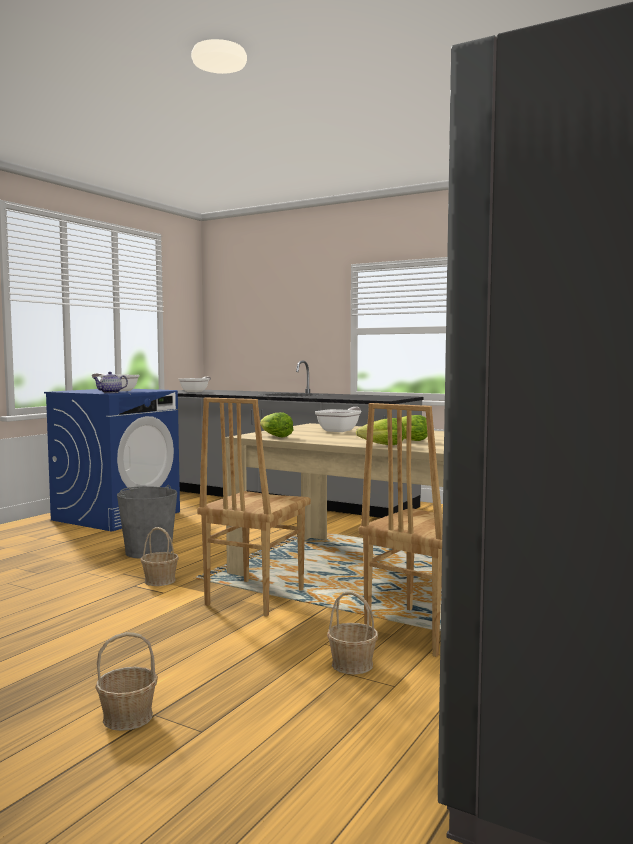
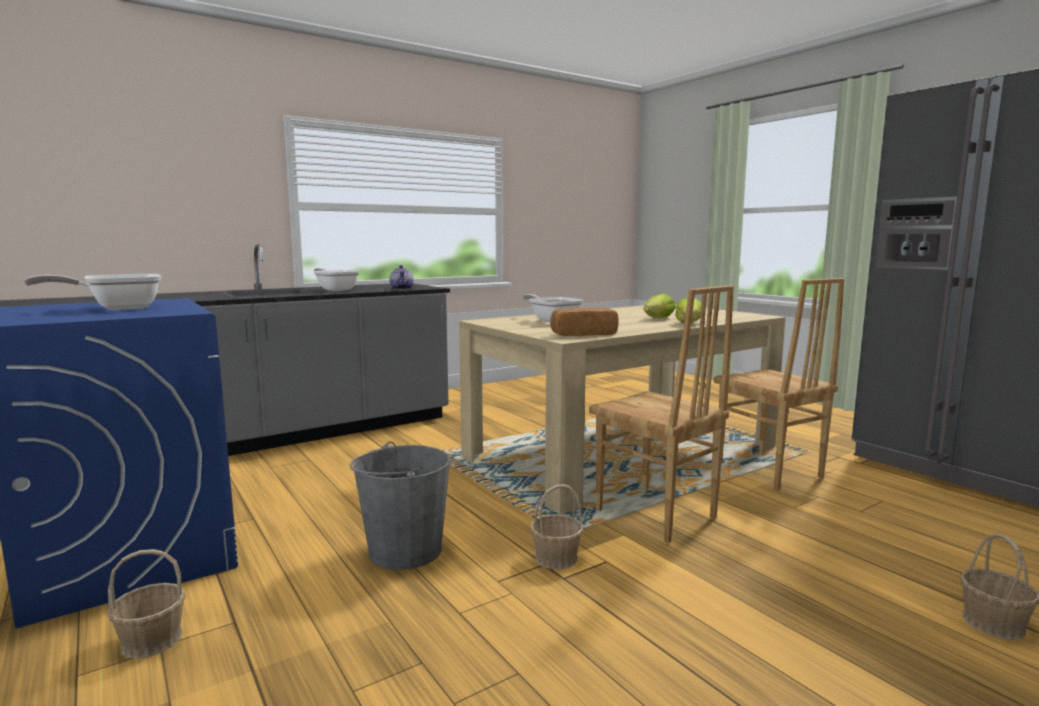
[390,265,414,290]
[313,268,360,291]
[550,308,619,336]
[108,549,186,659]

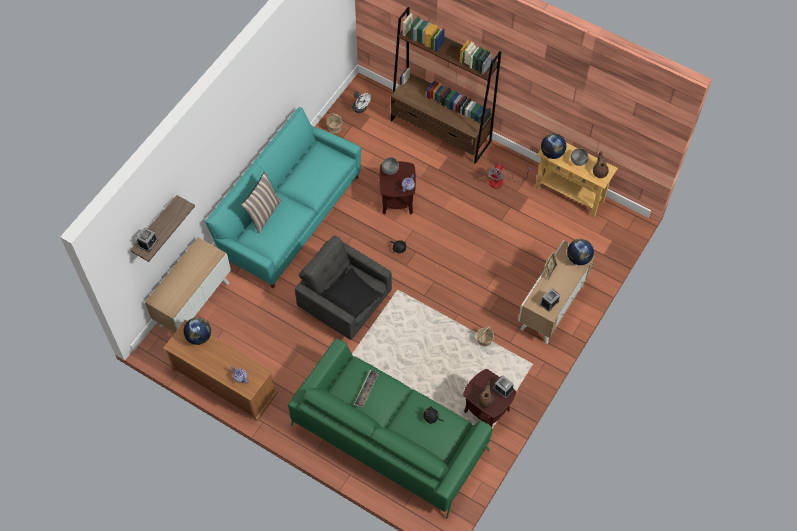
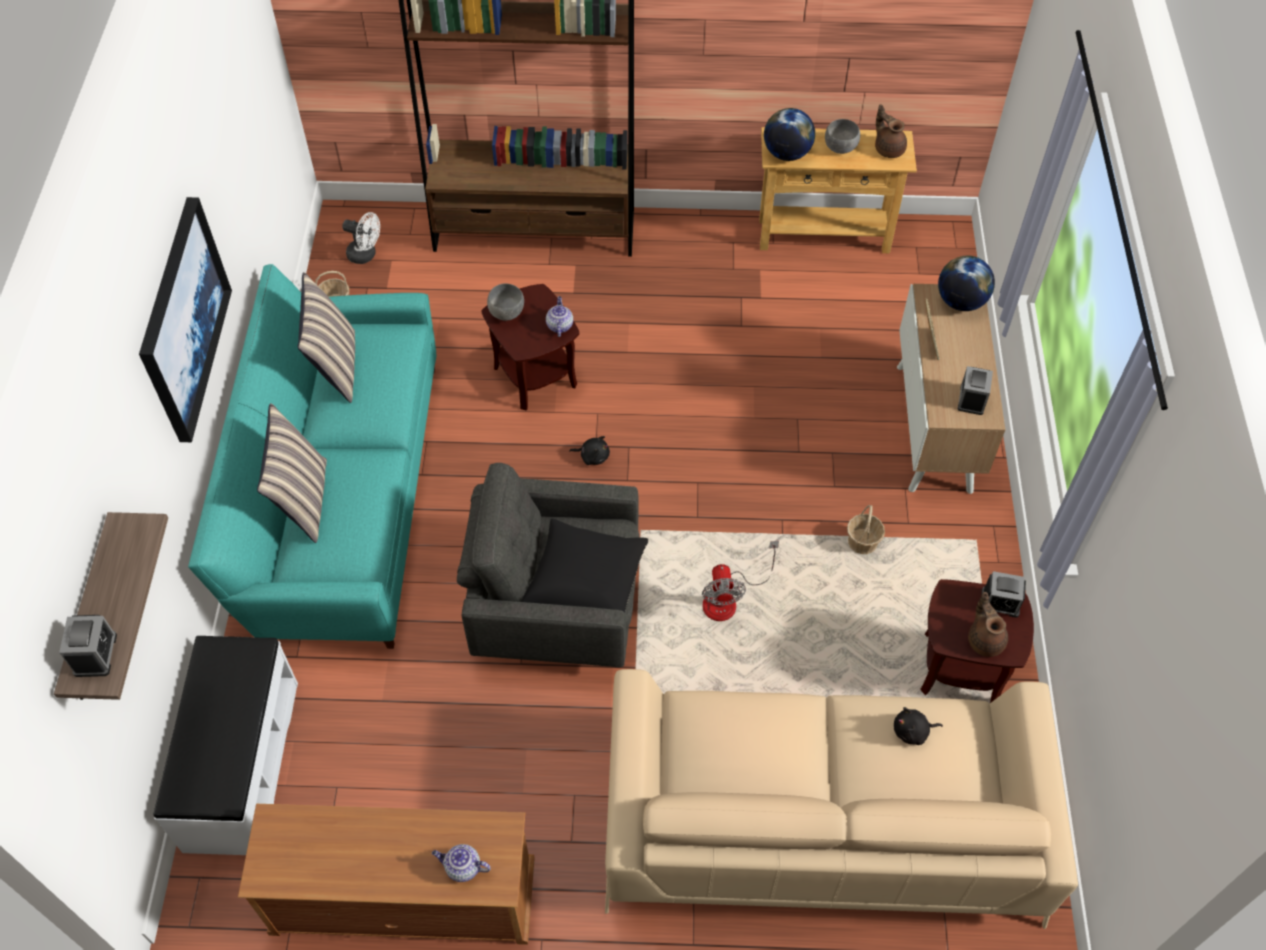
[154,636,298,855]
[184,317,211,345] (first image)
[605,669,1078,929]
[354,370,379,408] (first image)
[702,541,779,621]
[139,197,232,442]
[298,272,355,403]

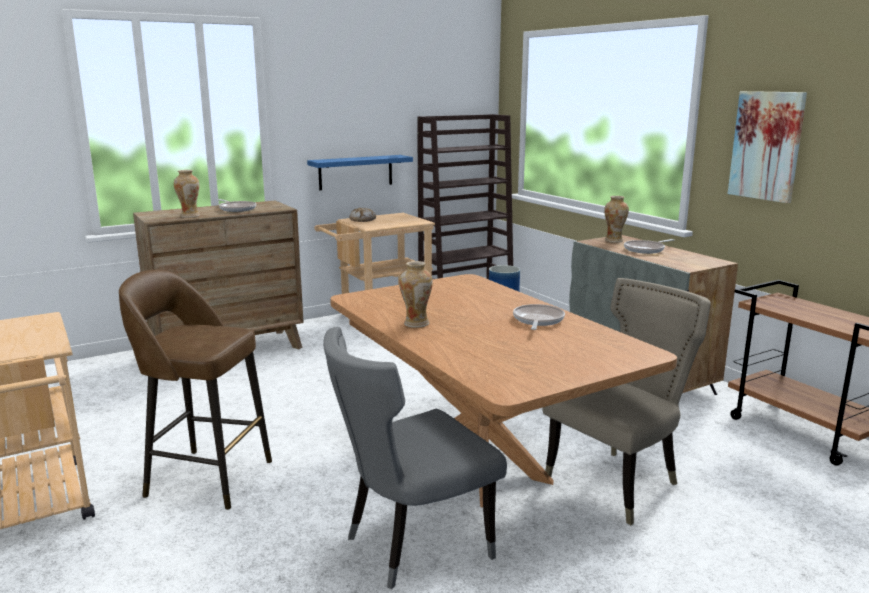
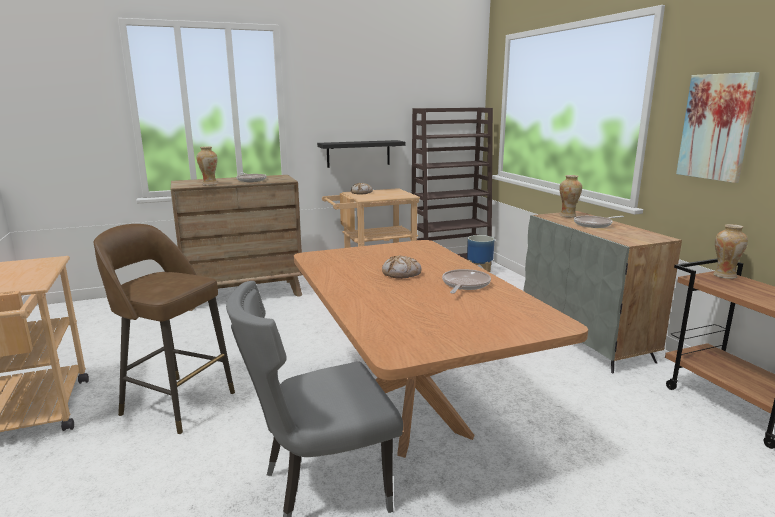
[317,140,406,168]
[713,224,748,279]
[542,278,711,525] (first image)
[382,255,421,279]

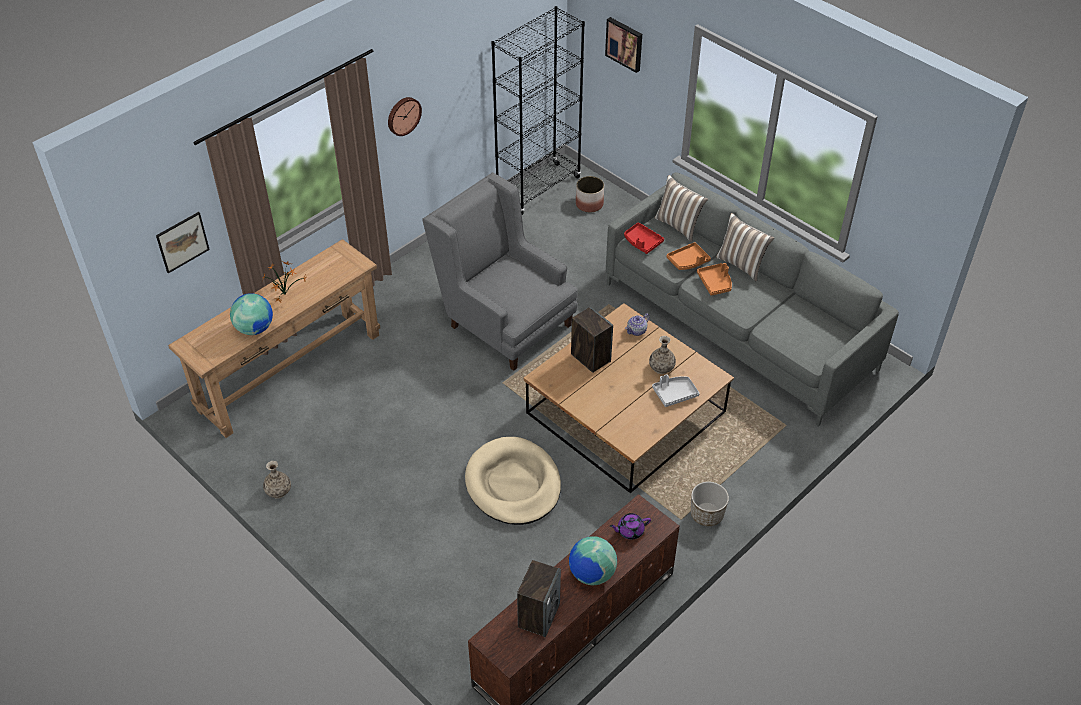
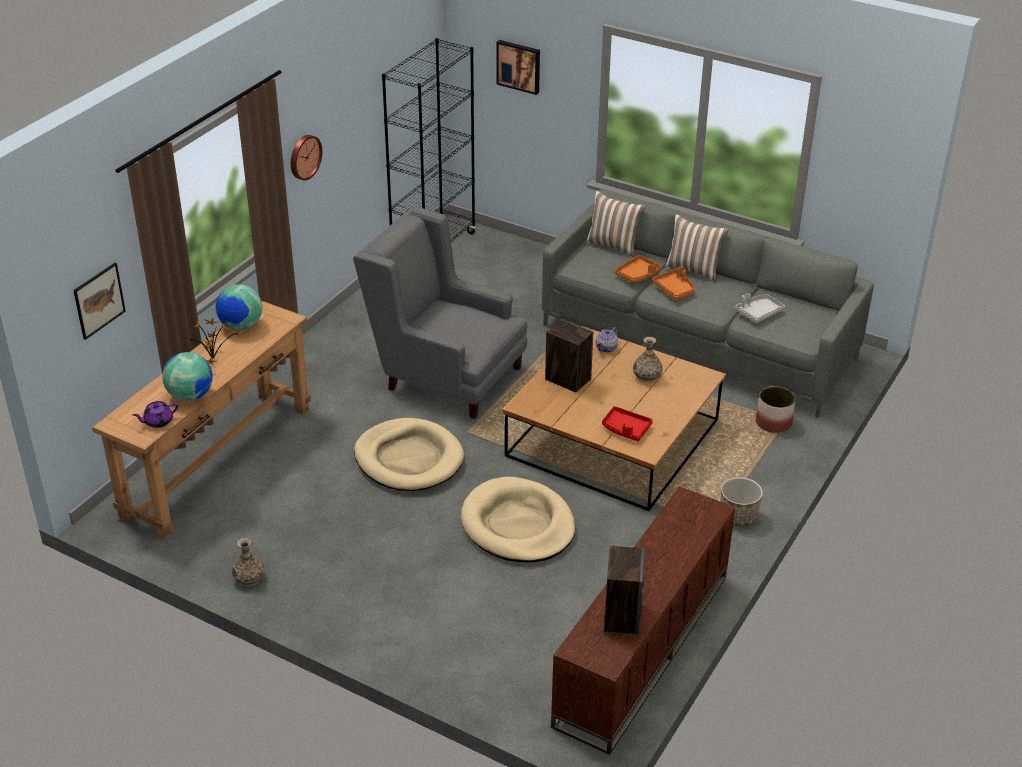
[216,284,262,330]
[756,386,796,433]
[132,401,178,428]
[602,406,653,441]
[735,293,785,323]
[354,418,464,491]

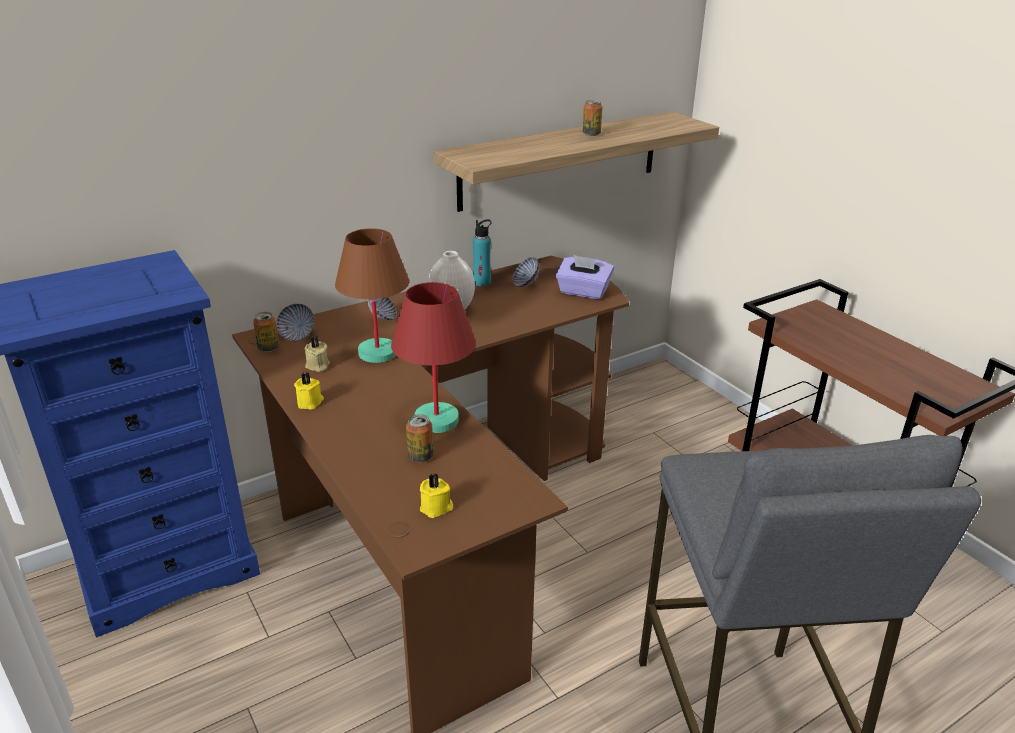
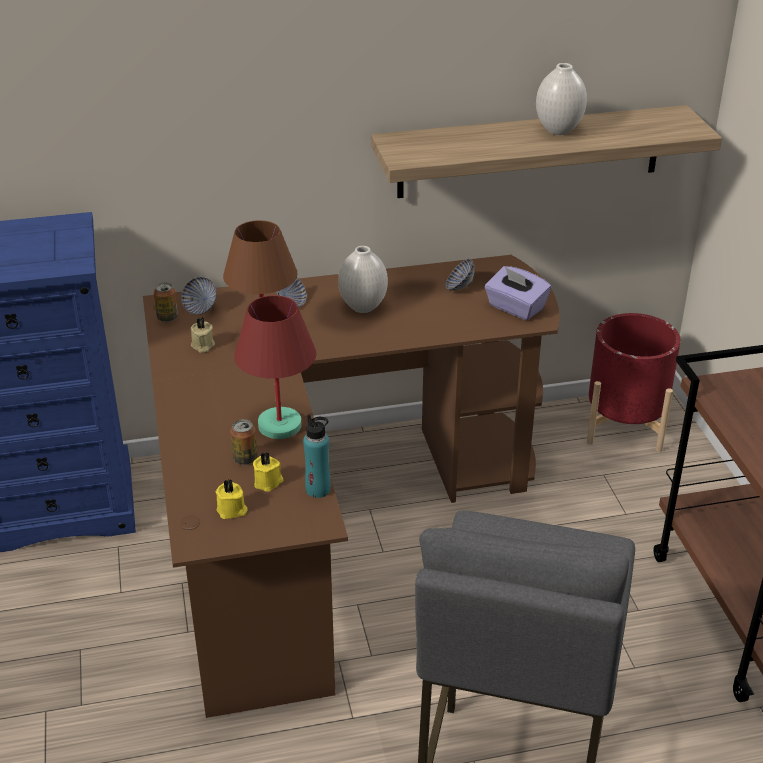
[253,452,283,492]
[303,414,331,498]
[536,63,587,135]
[587,313,681,452]

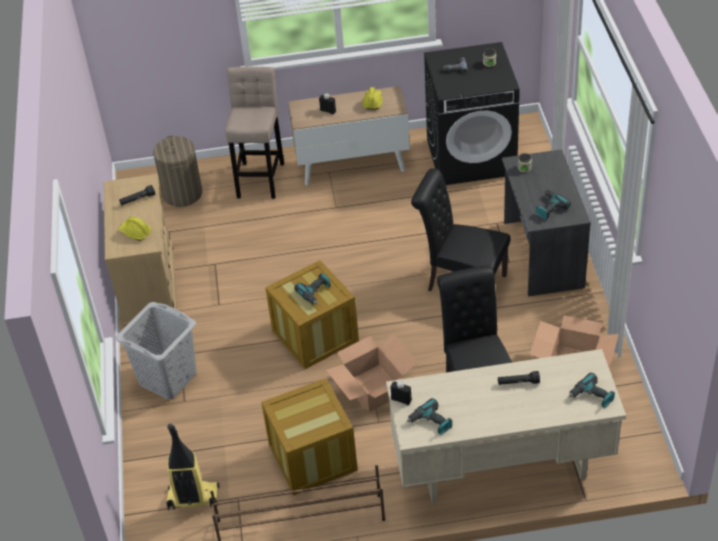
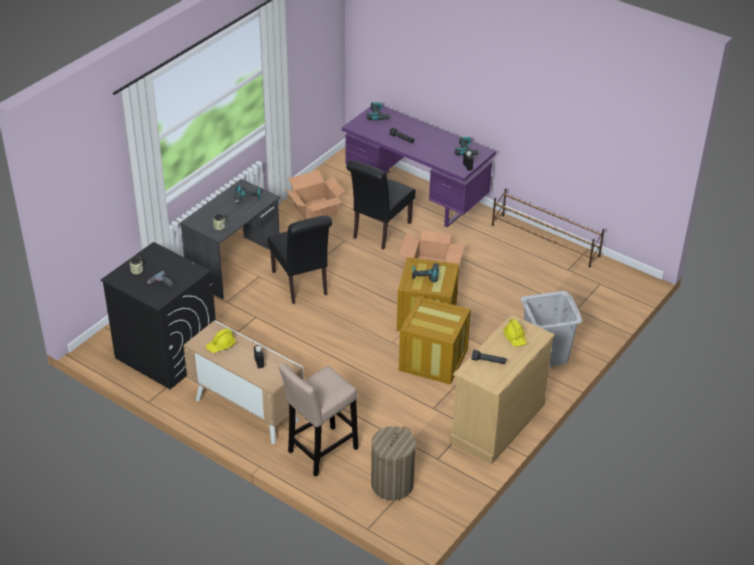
[166,424,219,510] (first image)
[399,296,471,385]
[342,105,496,228]

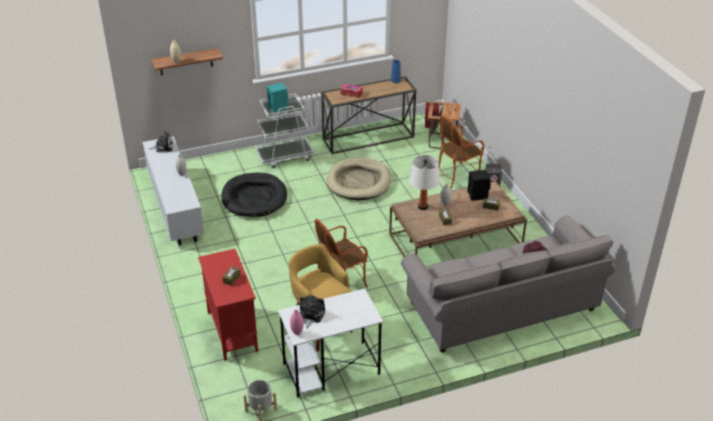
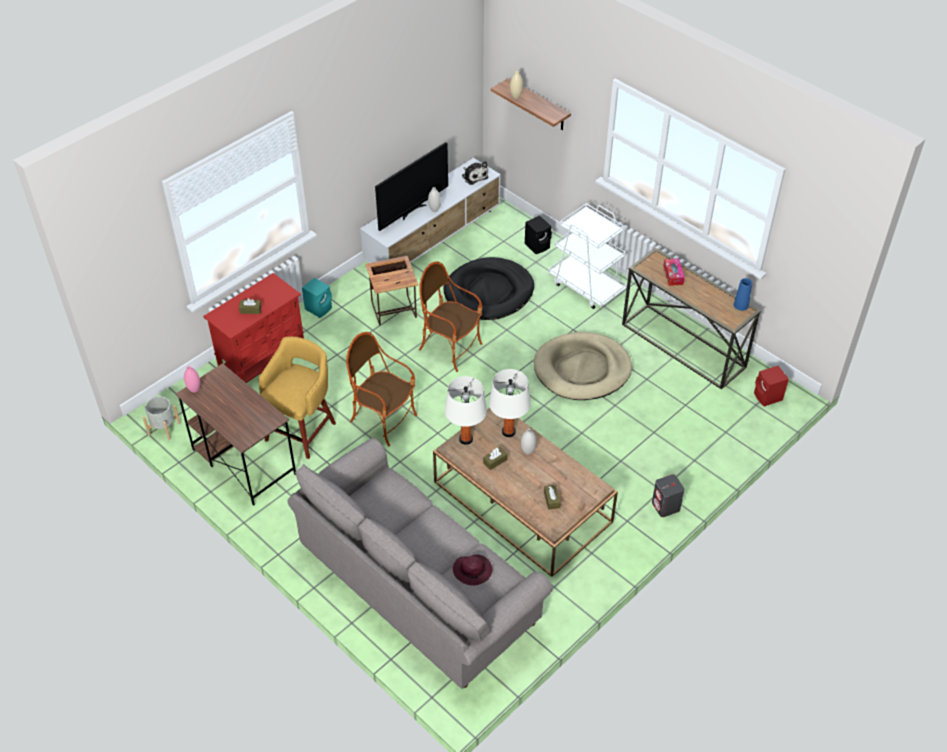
[302,278,332,318]
[176,363,296,505]
[300,295,325,329] (first image)
[365,256,418,325]
[419,261,482,372]
[525,216,552,254]
[375,142,448,231]
[445,376,487,445]

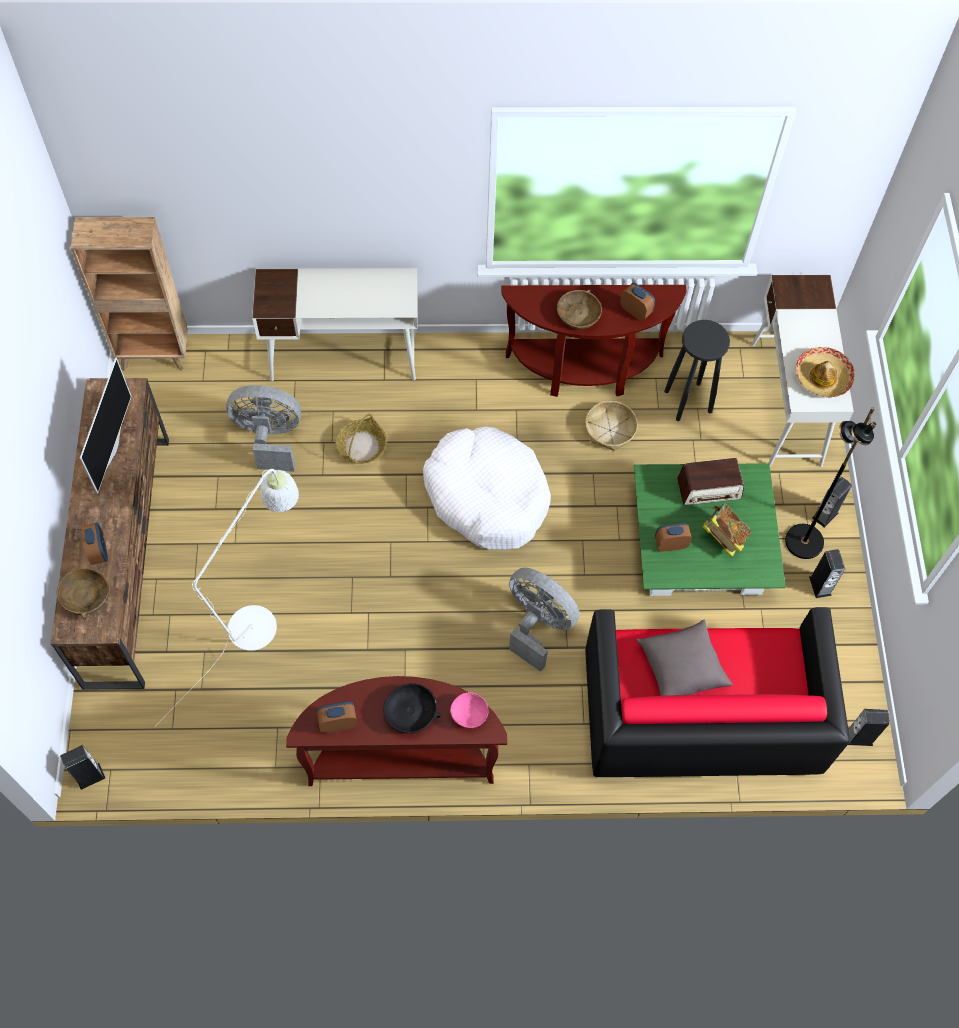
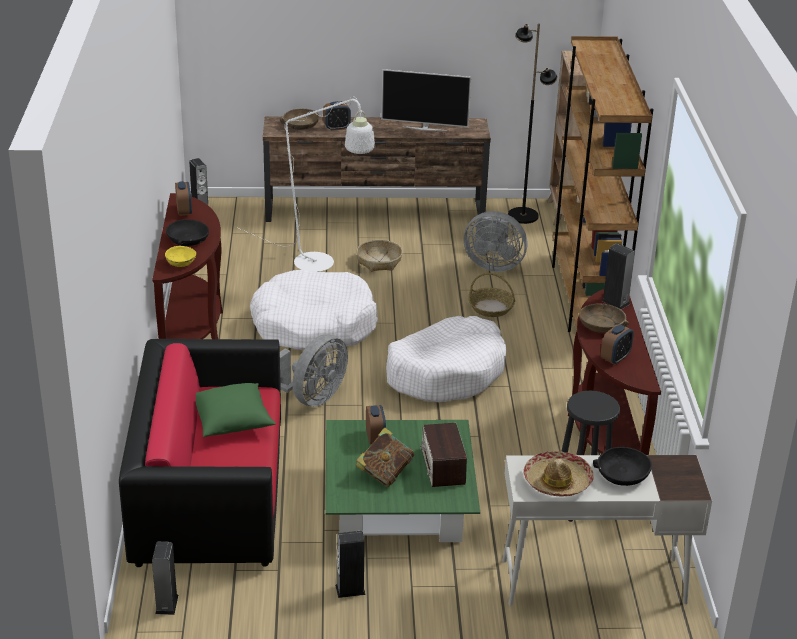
[464,211,527,272]
[552,36,653,332]
[165,246,196,267]
[357,240,403,272]
[196,383,276,437]
[508,24,557,224]
[601,243,635,309]
[250,270,378,350]
[593,447,652,486]

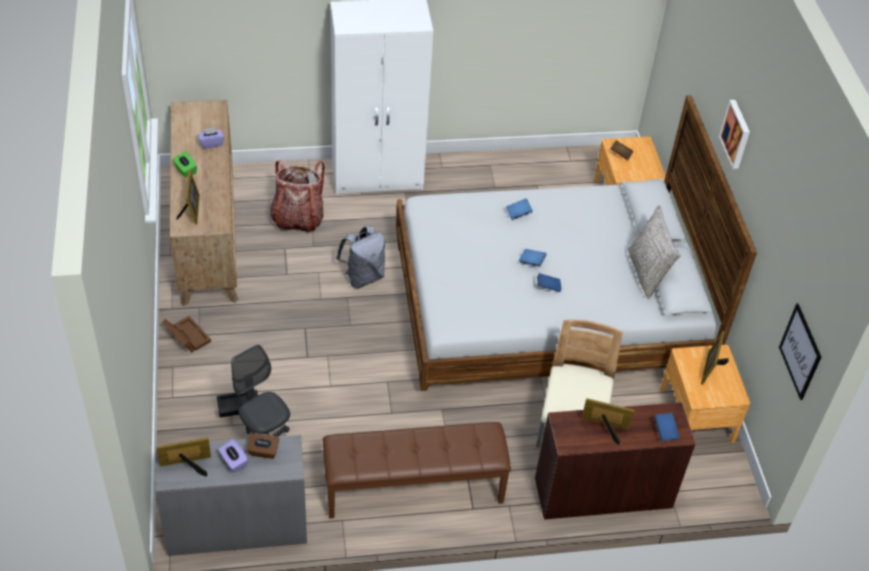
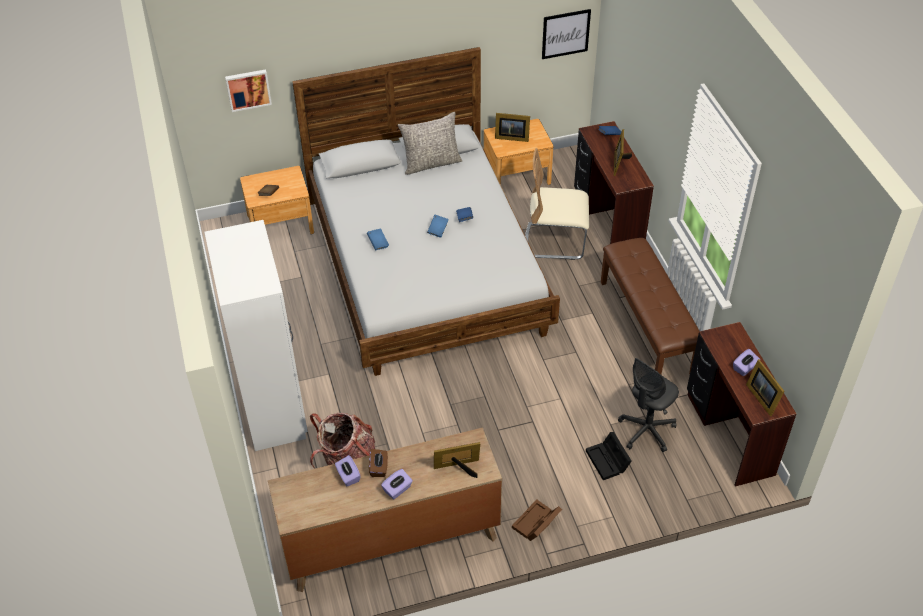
[687,322,796,487]
[381,469,413,499]
[369,449,388,477]
[336,226,385,288] (first image)
[225,69,272,112]

